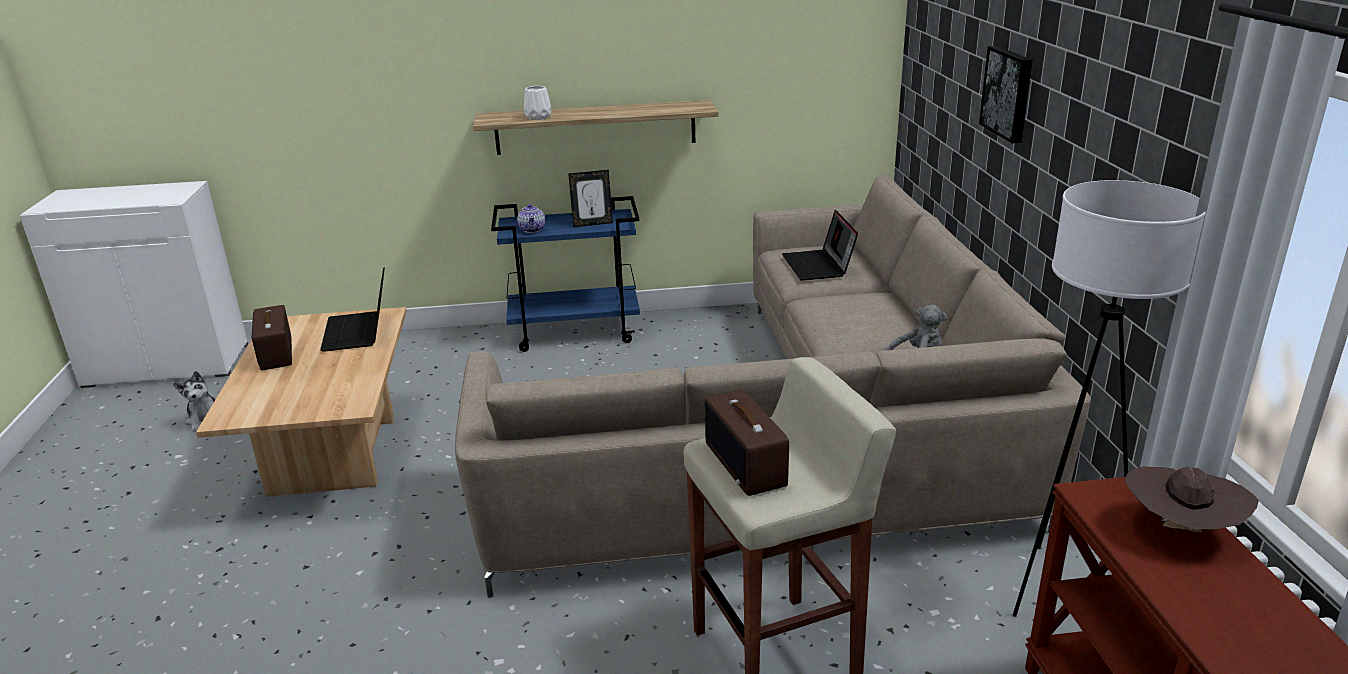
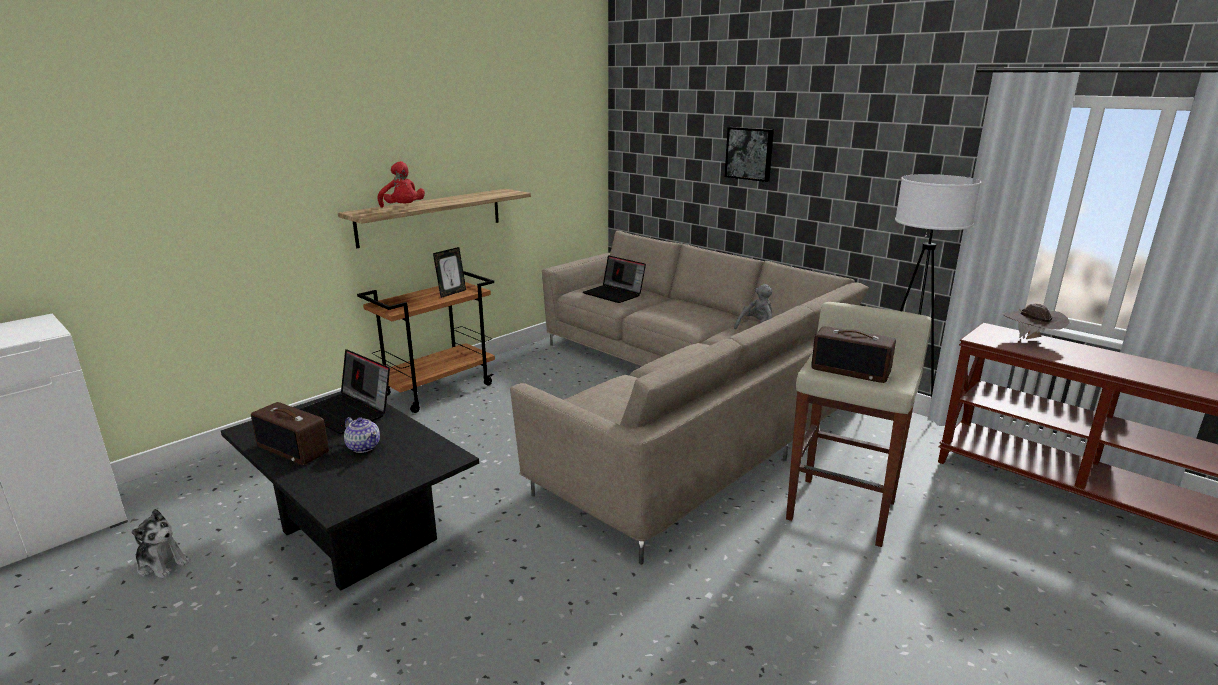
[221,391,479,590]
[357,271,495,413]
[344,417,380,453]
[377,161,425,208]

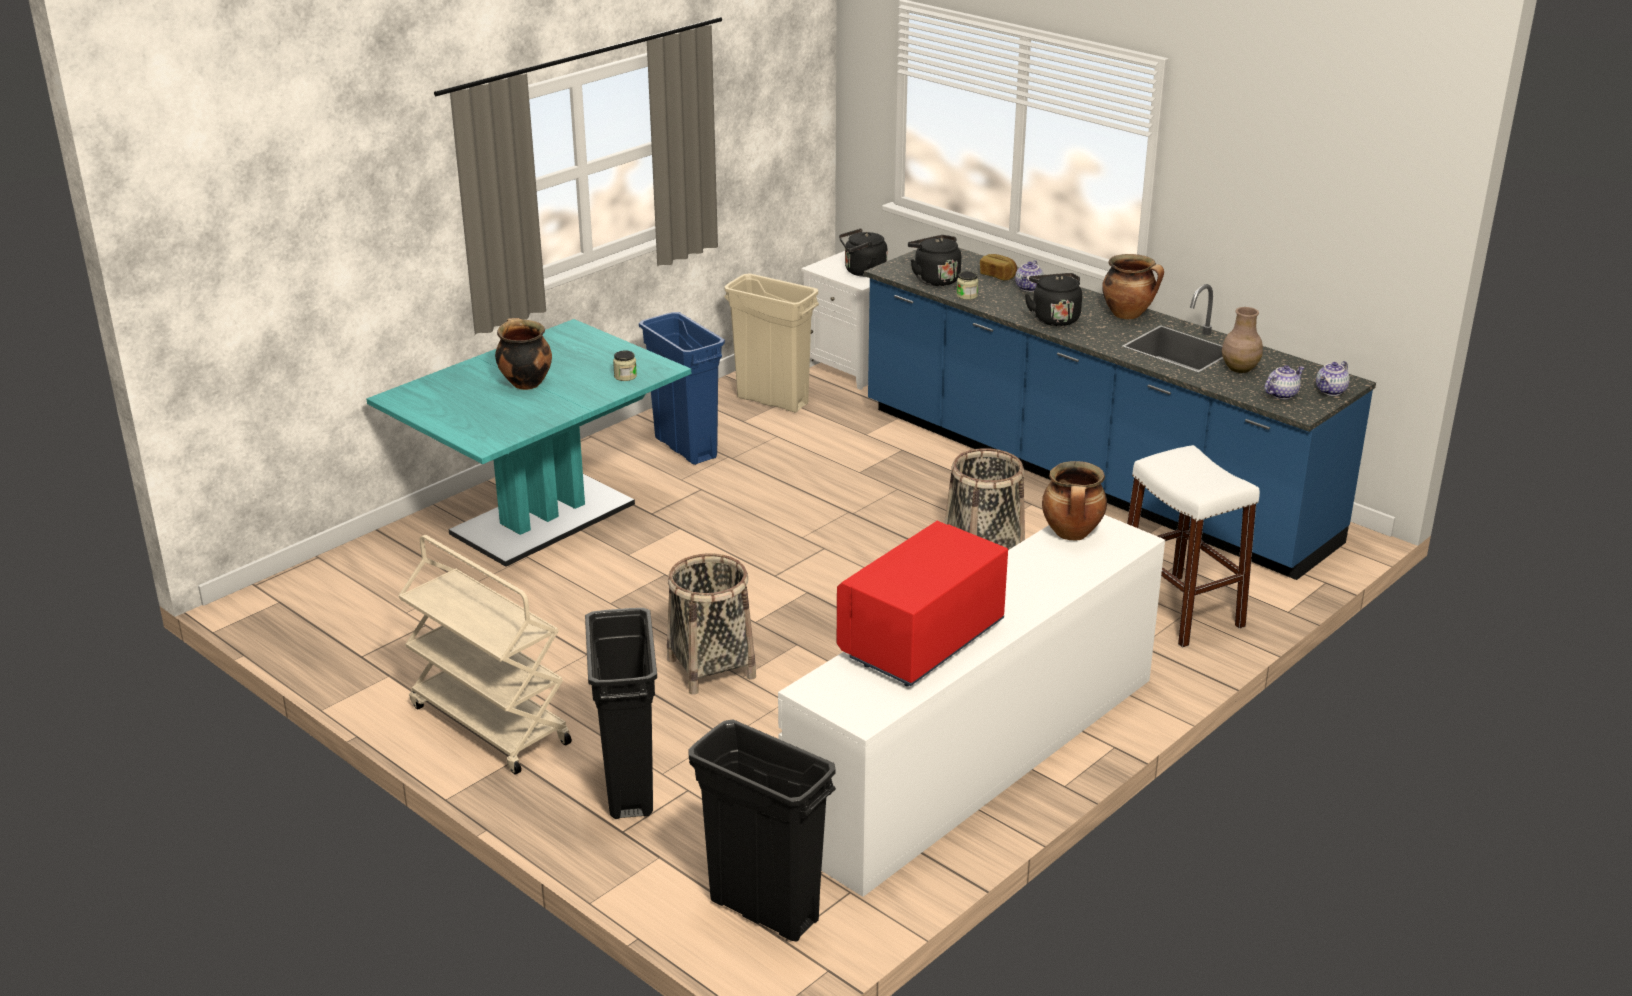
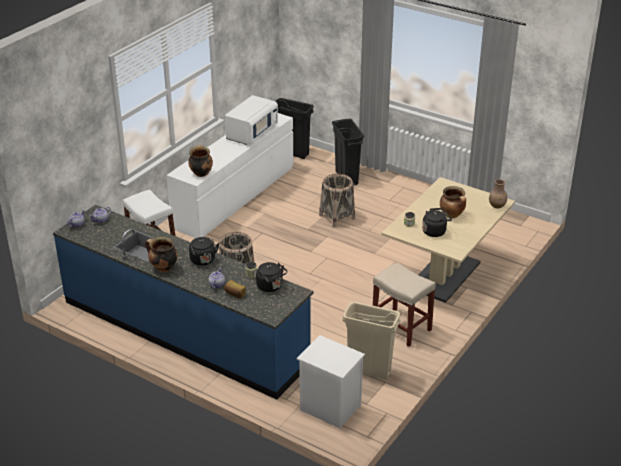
[381,177,515,303]
[398,535,572,775] (first image)
[373,262,436,347]
[225,95,278,145]
[422,208,452,237]
[489,179,507,209]

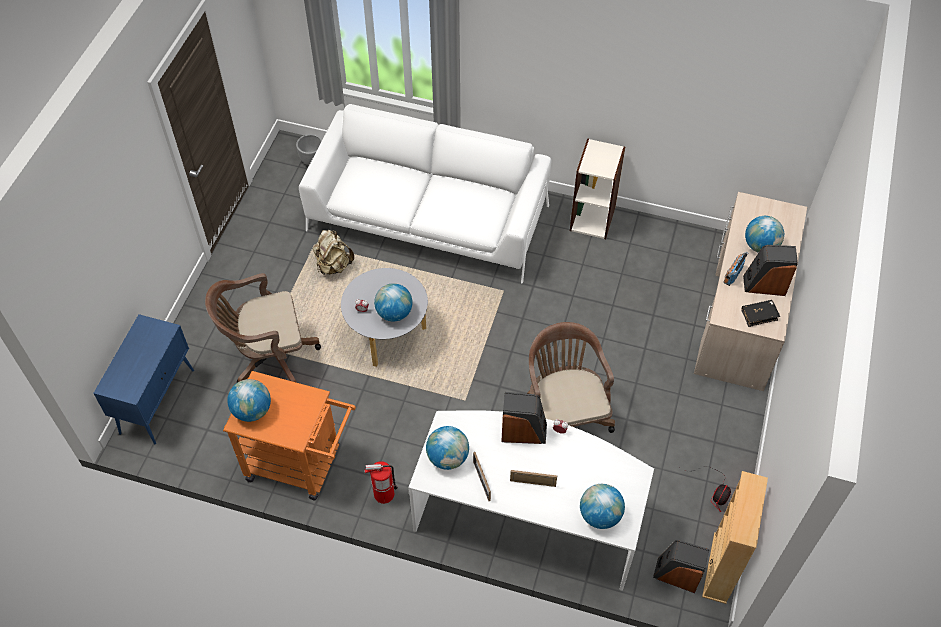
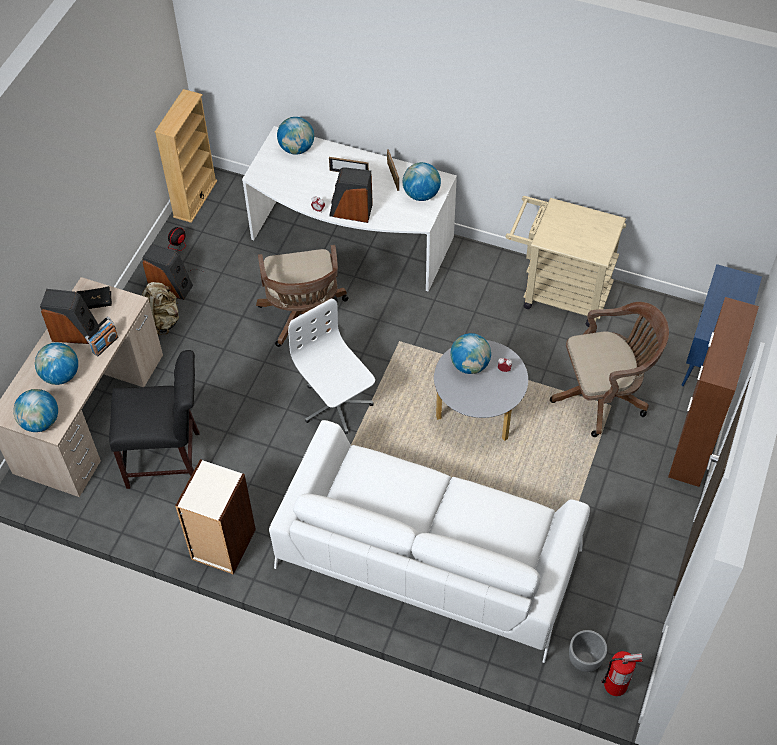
[505,196,626,327]
[13,389,58,432]
[142,282,179,335]
[601,651,643,696]
[142,243,193,300]
[109,350,199,489]
[288,299,375,434]
[668,297,759,487]

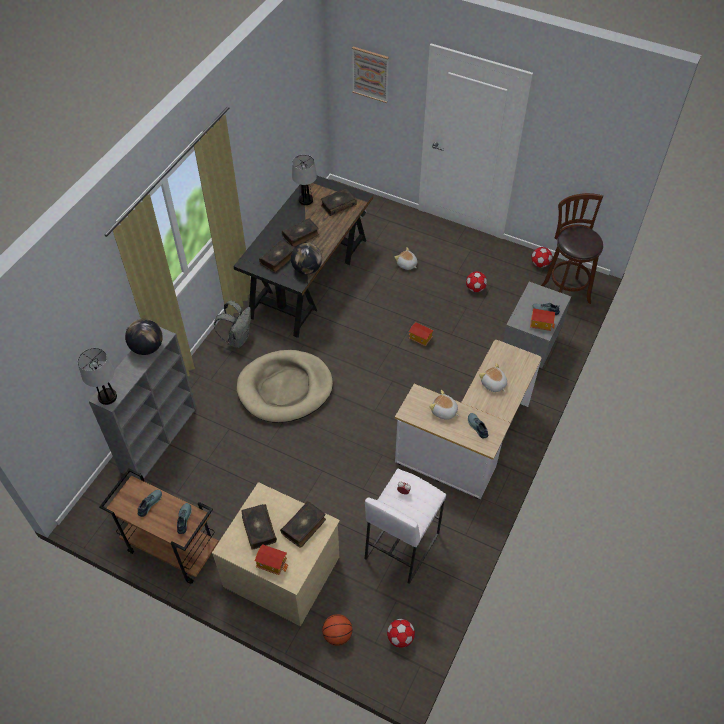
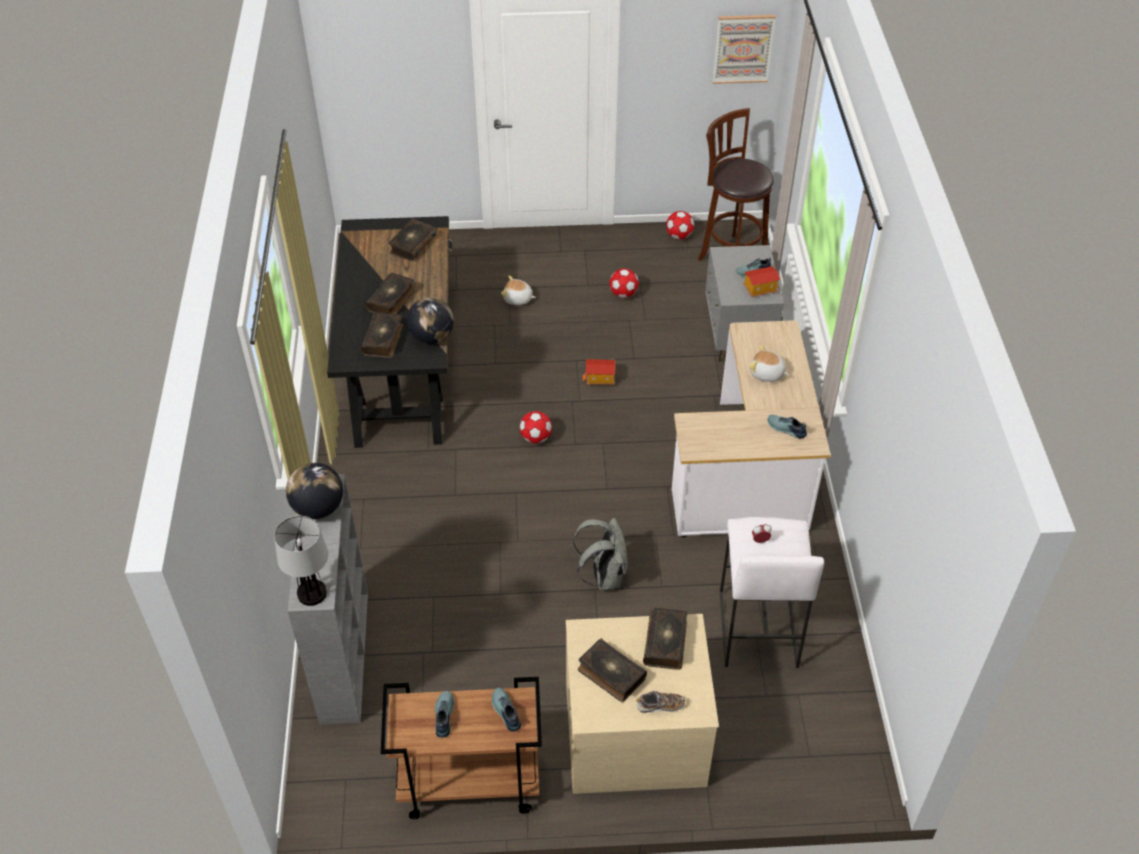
[573,518,628,590]
[237,350,333,423] (first image)
[636,691,685,713]
[292,155,317,205] (first image)
[322,614,352,646] (first image)
[712,15,776,84]
[520,411,552,444]
[429,390,459,420] (first image)

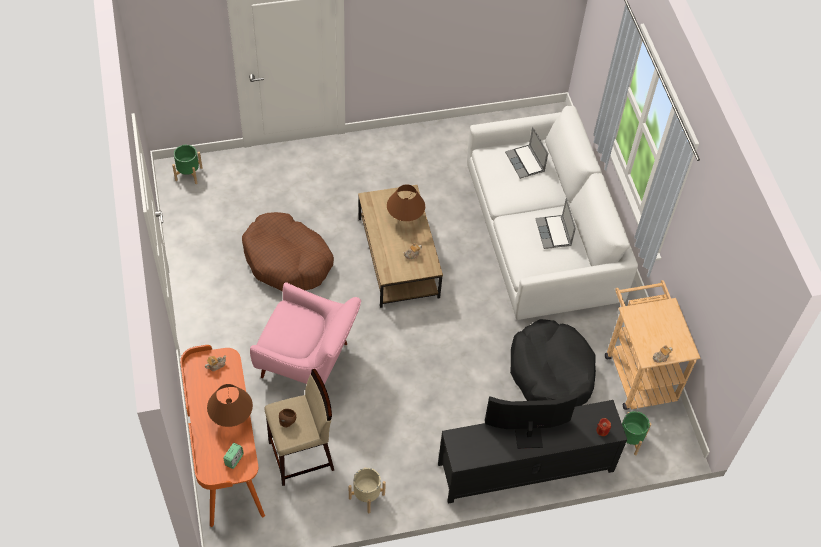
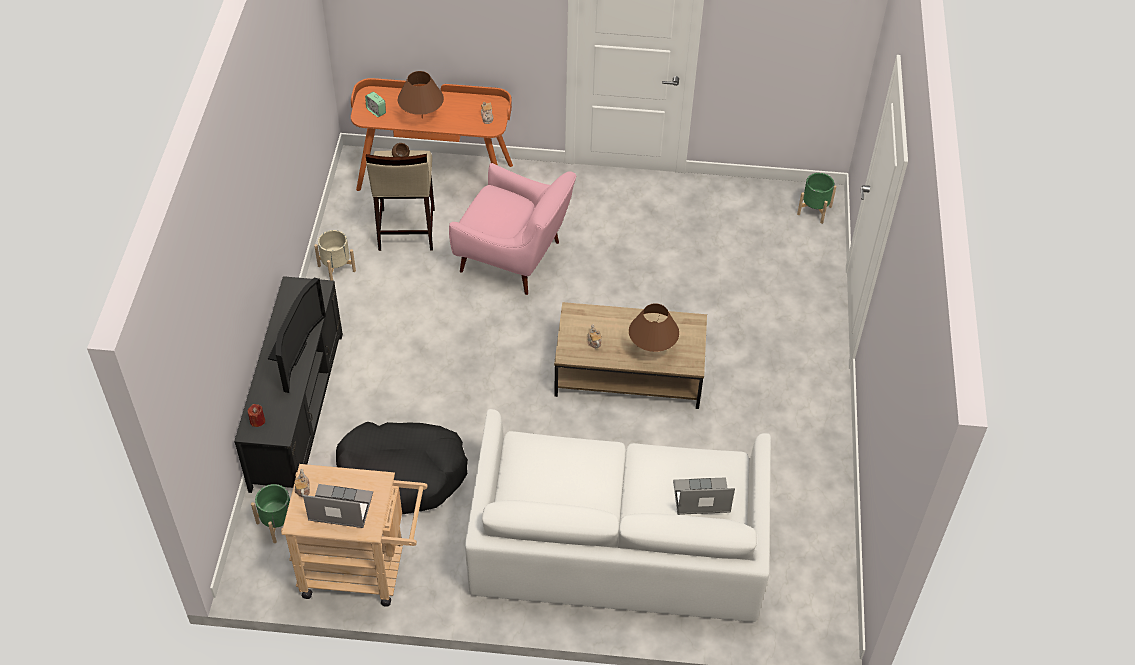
[242,212,334,291] (first image)
[449,163,576,295]
[303,484,373,528]

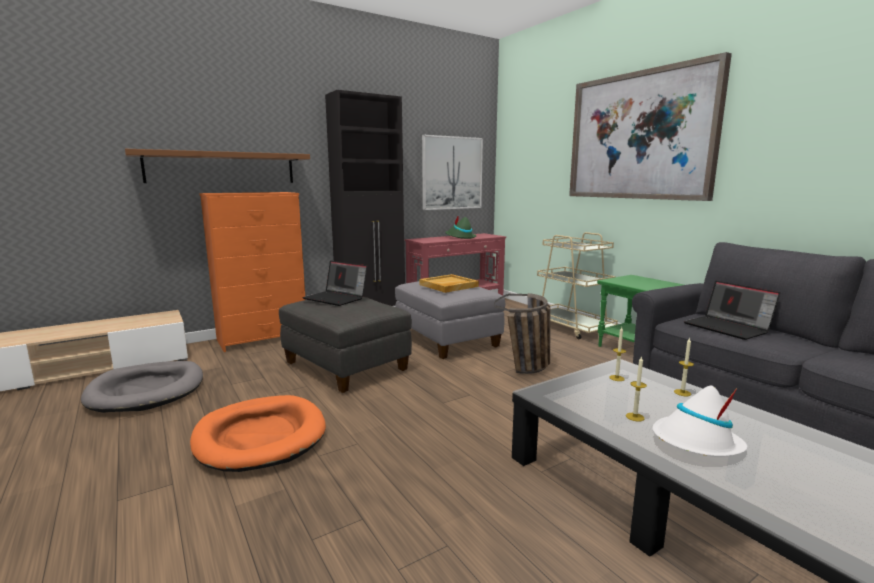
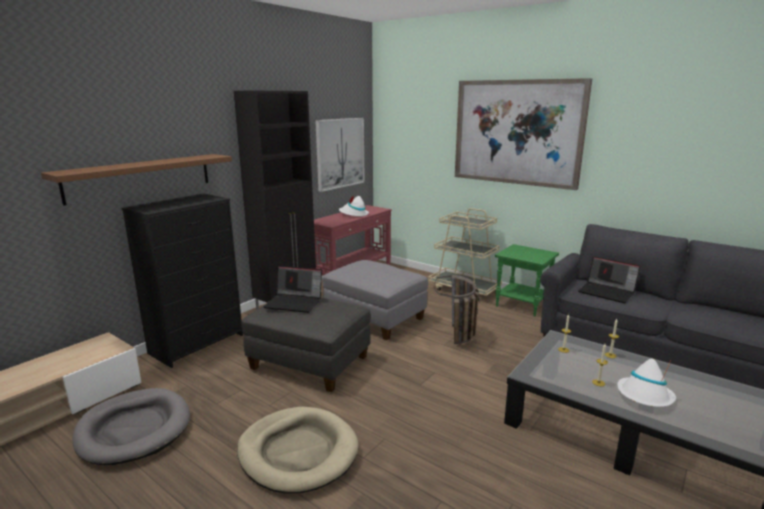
[237,407,359,493]
[122,193,243,368]
[419,274,479,293] (first image)
[339,195,369,217]

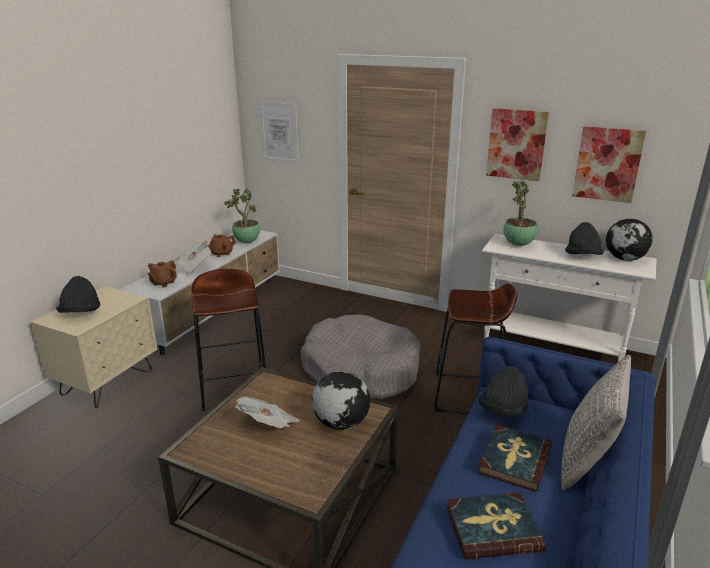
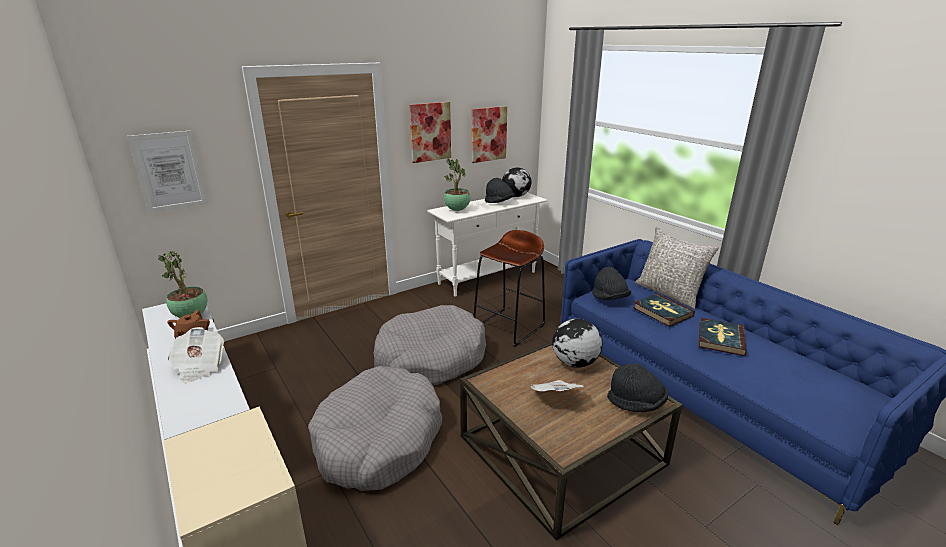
[607,363,668,412]
[148,260,177,287] (first image)
[308,366,442,491]

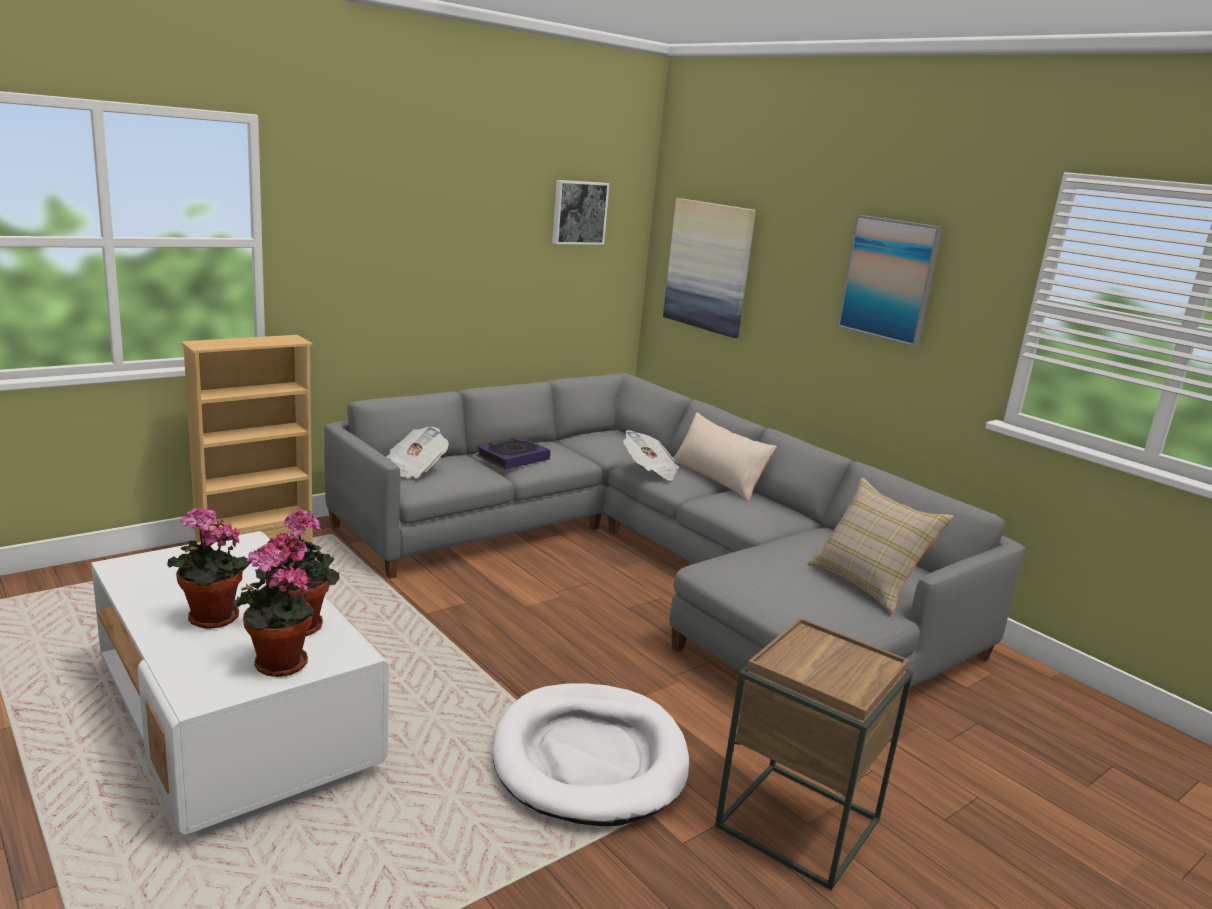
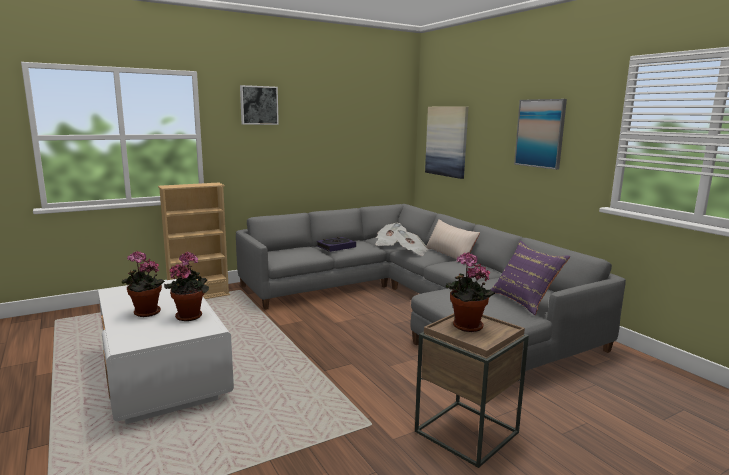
[446,252,495,332]
[375,223,406,246]
[493,683,689,826] (first image)
[240,85,279,125]
[491,241,570,315]

